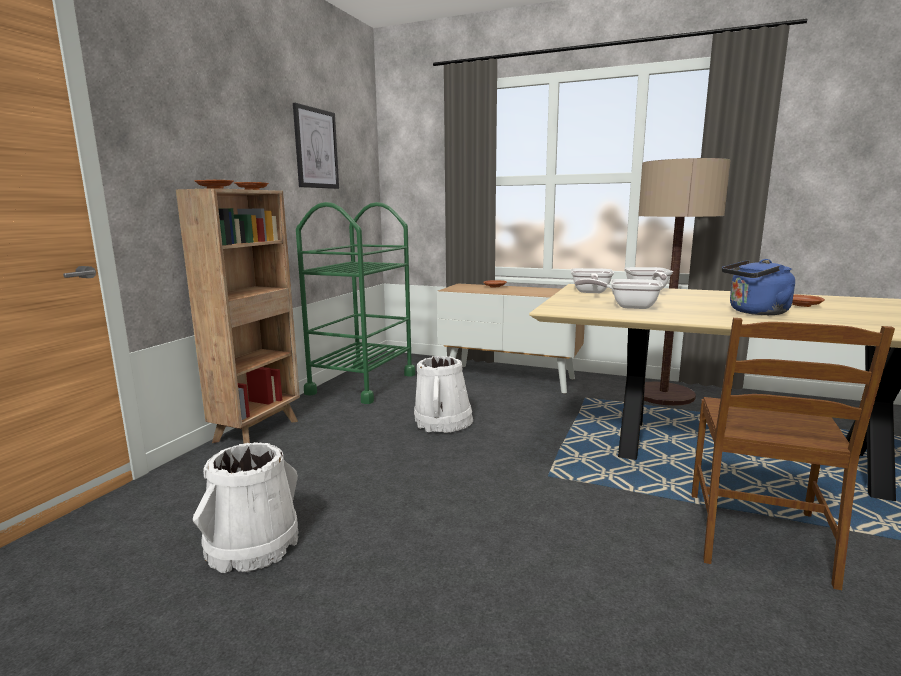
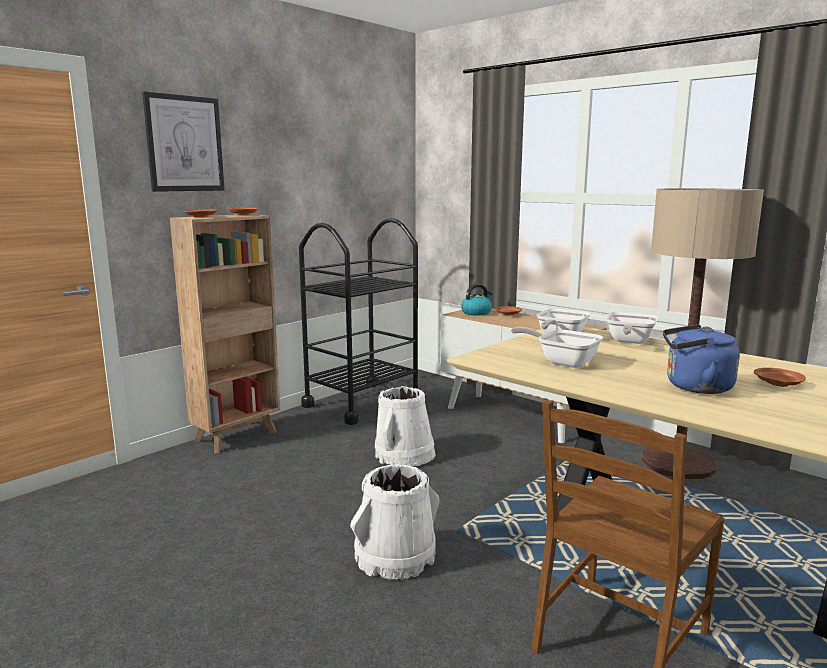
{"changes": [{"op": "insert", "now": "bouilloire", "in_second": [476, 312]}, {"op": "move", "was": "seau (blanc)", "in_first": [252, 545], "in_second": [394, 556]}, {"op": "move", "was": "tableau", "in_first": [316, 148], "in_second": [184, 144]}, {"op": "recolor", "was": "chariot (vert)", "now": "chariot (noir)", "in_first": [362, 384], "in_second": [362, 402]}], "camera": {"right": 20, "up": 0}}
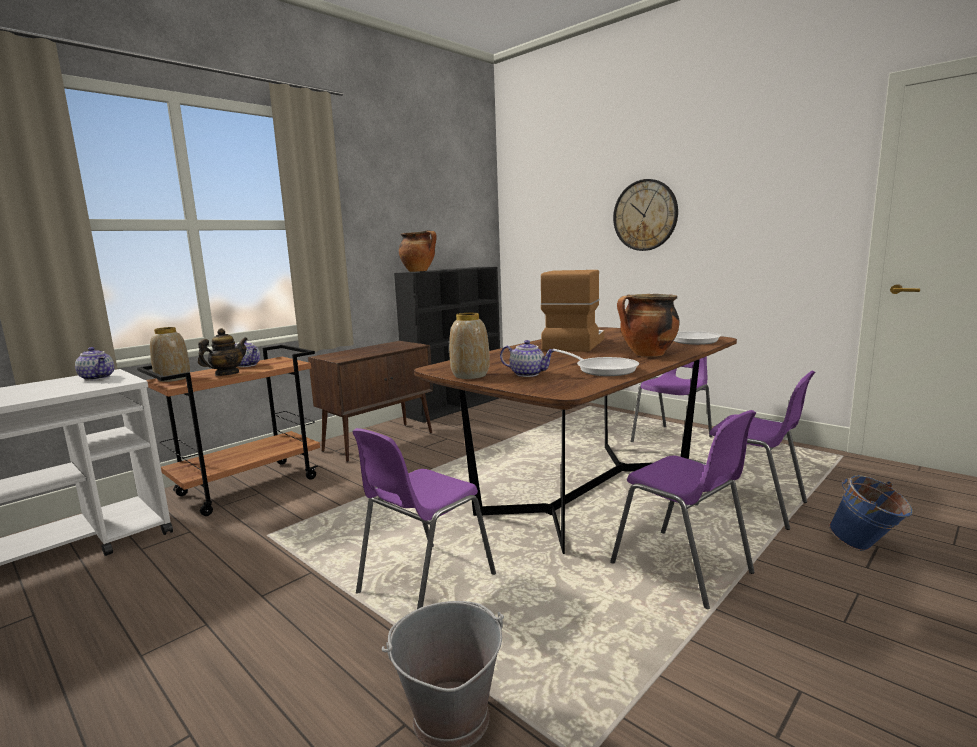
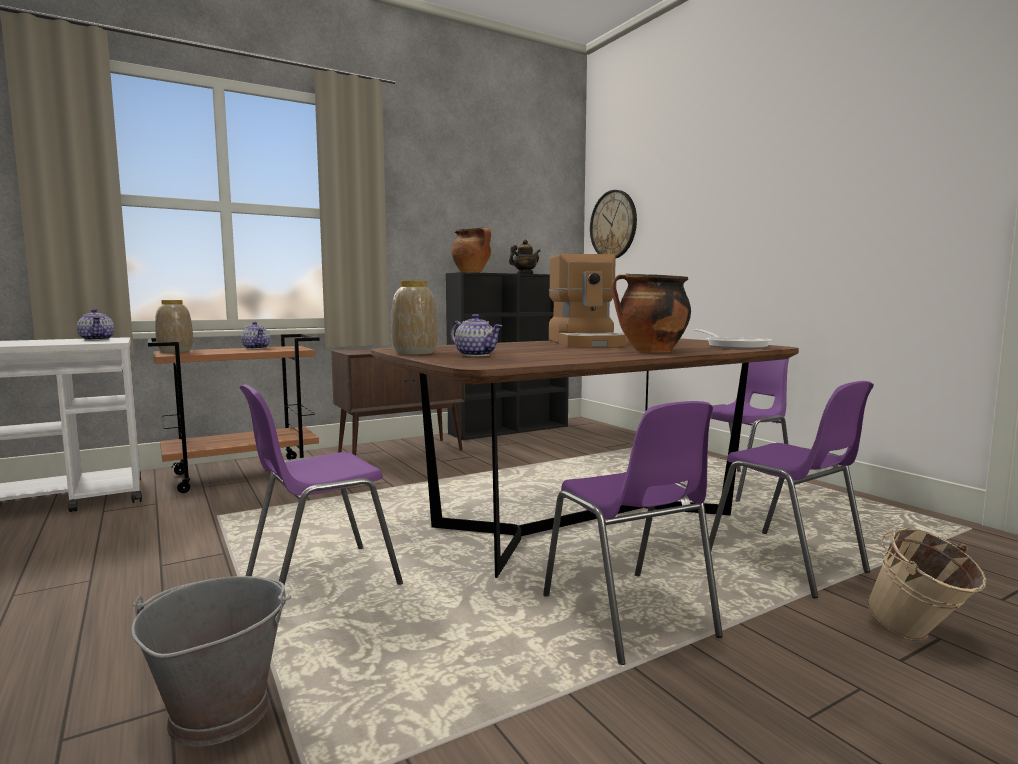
{"changes": [{"op": "delete", "was": "poêle", "in_first": [602, 369]}, {"op": "move", "was": "théière", "in_first": [227, 374], "in_second": [524, 274]}, {"op": "move", "was": "horloge murale", "in_first": [645, 215], "in_second": [613, 225]}, {"op": "recolor", "was": "seau (bleu)", "now": "seau (beige)", "in_first": [866, 548], "in_second": [918, 637]}, {"op": "rotate", "was": "machine à café", "in_first": [573, 344], "in_second": [586, 343], "clockwise": 135}], "camera": {"right": 15, "up": -5}}
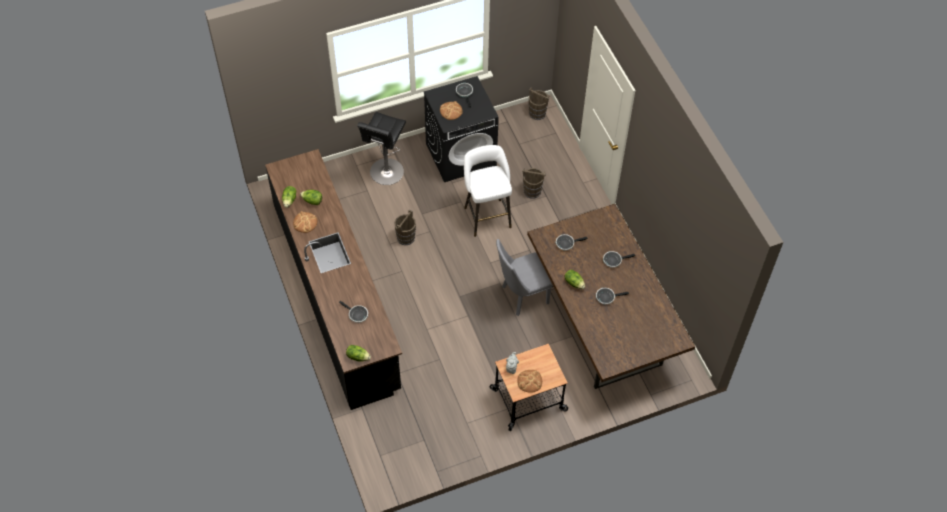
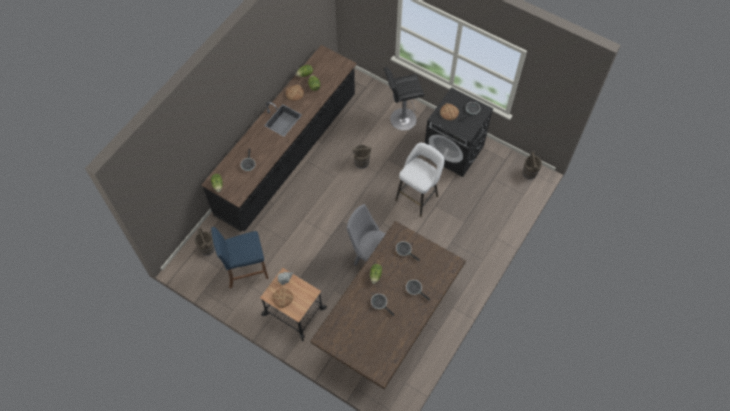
{"changes": [{"op": "insert", "now": "tabouret (bleu)", "in_second": [246, 270]}, {"op": "move", "was": "seau (marron)", "in_first": [532, 191], "in_second": [207, 248]}], "camera": {"right": 55, "up": 5}}
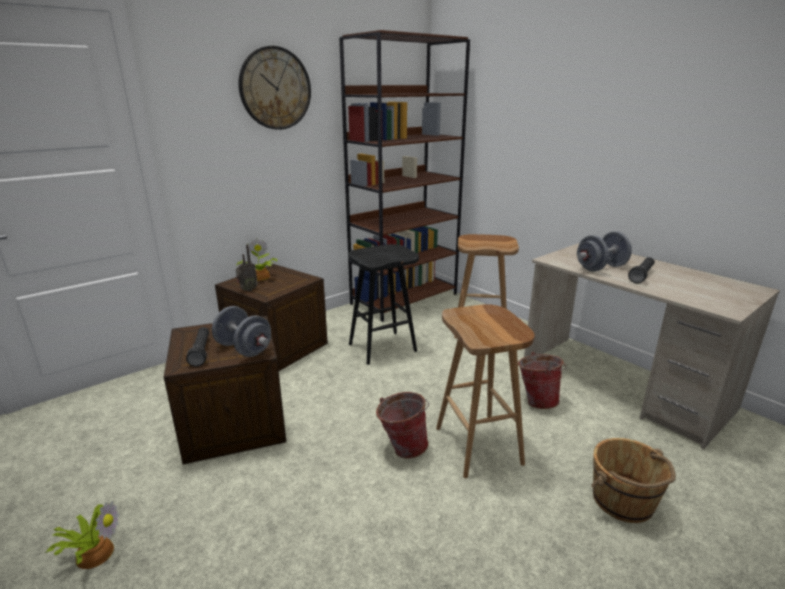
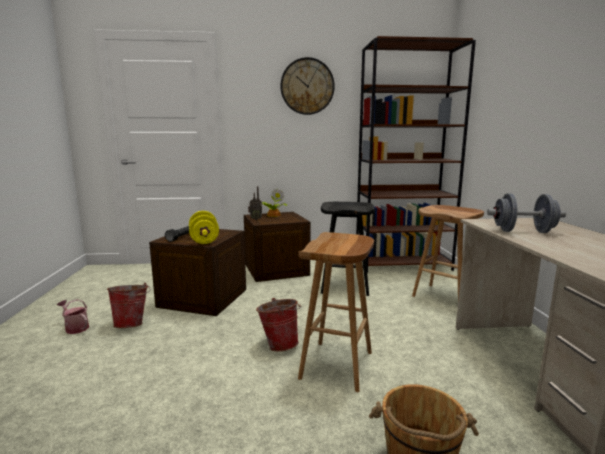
{"changes": [{"op": "delete", "was": "lampe de poche (noir)", "in_first": [641, 275]}, {"op": "move", "was": "seau", "in_first": [537, 400], "in_second": [132, 324]}, {"op": "replace", "was": "plante en pot", "now": "arrosoir", "in_first": [94, 552], "in_second": [75, 327]}, {"op": "recolor", "was": "haltère (gris)", "now": "haltère (jaune)", "in_first": [244, 349], "in_second": [204, 240]}], "camera": {"right": 35, "up": -10}}
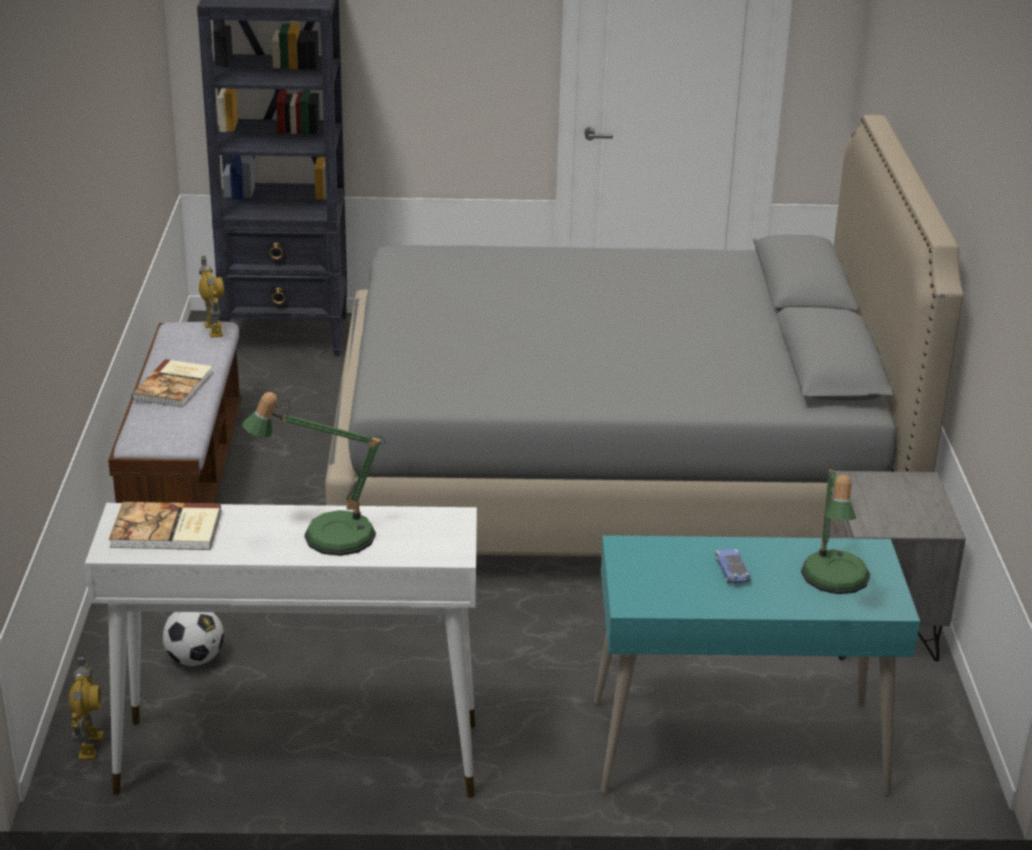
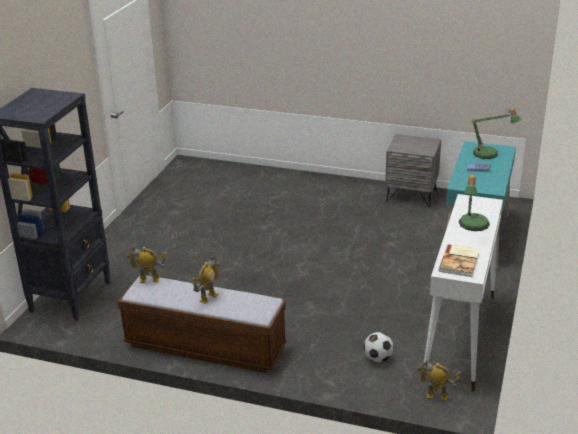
{"changes": [{"op": "delete", "was": "lit (gris)", "in_first": [611, 473]}, {"op": "replace", "was": "livre", "now": "robot jouet", "in_first": [175, 386], "in_second": [208, 297]}], "camera": {"right": -70, "up": 0}}
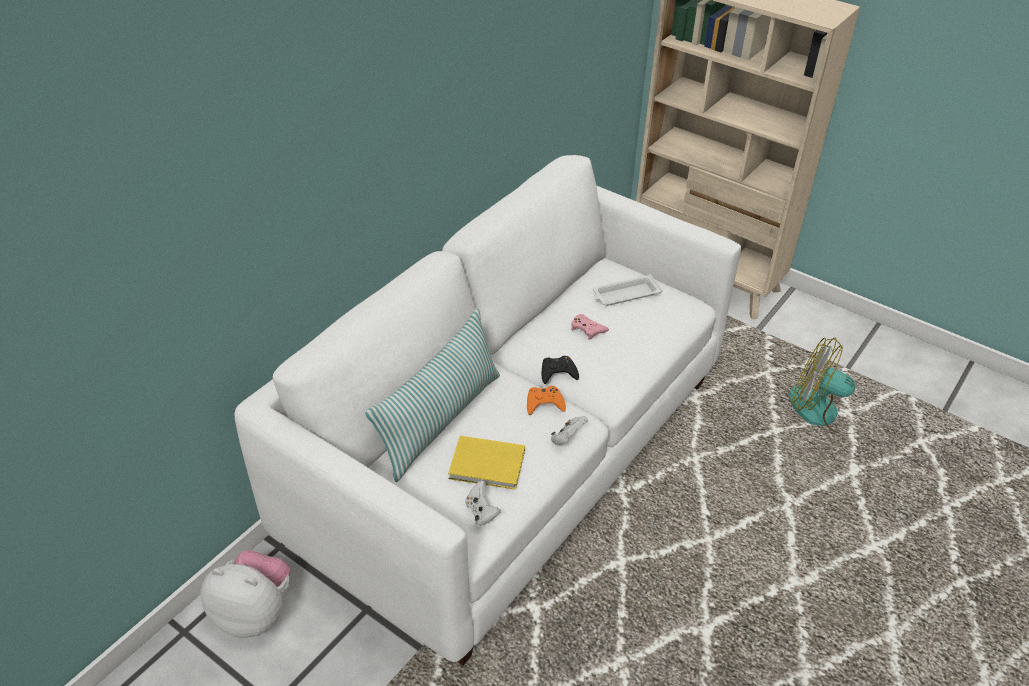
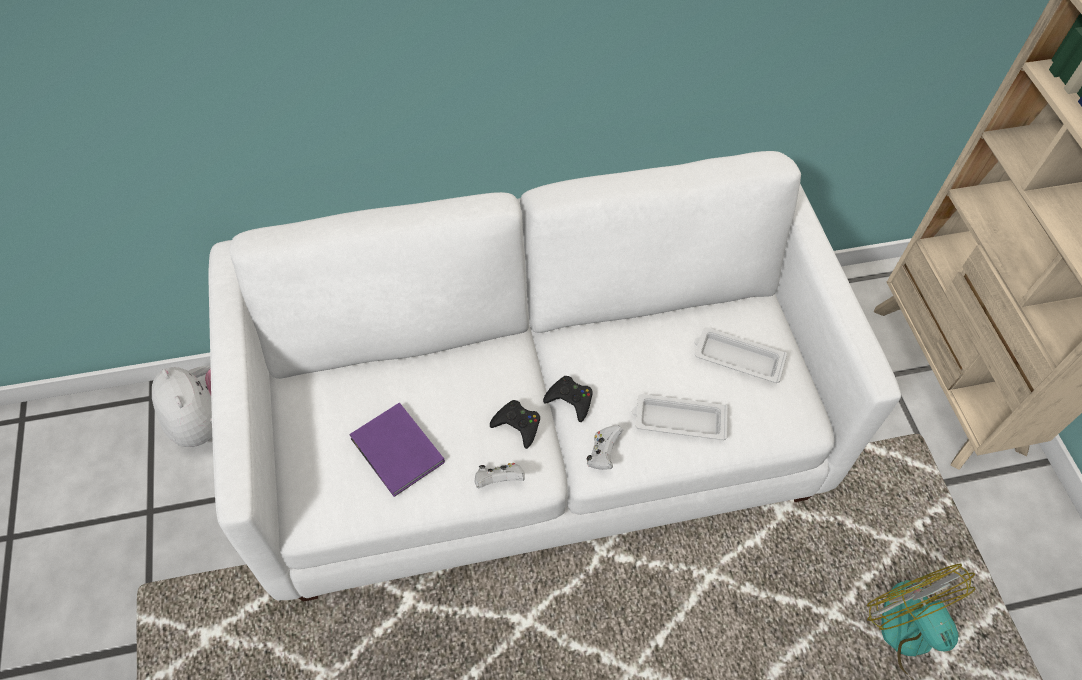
{"changes": [{"op": "delete", "was": "coussin", "in_first": [440, 420]}, {"op": "delete", "was": "manette (rose)", "in_first": [587, 329]}, {"op": "insert", "now": "plateau (blanc)", "in_second": [678, 420]}, {"op": "move", "was": "manette (blanc)", "in_first": [481, 512], "in_second": [602, 454]}, {"op": "recolor", "was": "livre (jaune)", "now": "livre (violet)", "in_first": [489, 466], "in_second": [397, 453]}, {"op": "recolor", "was": "manette (orange)", "now": "manette (noir)", "in_first": [544, 403], "in_second": [517, 425]}], "camera": {"right": 40, "up": 15}}
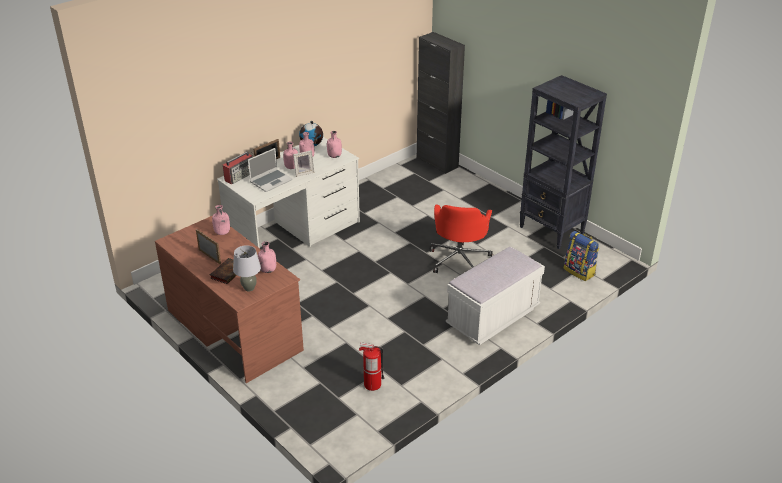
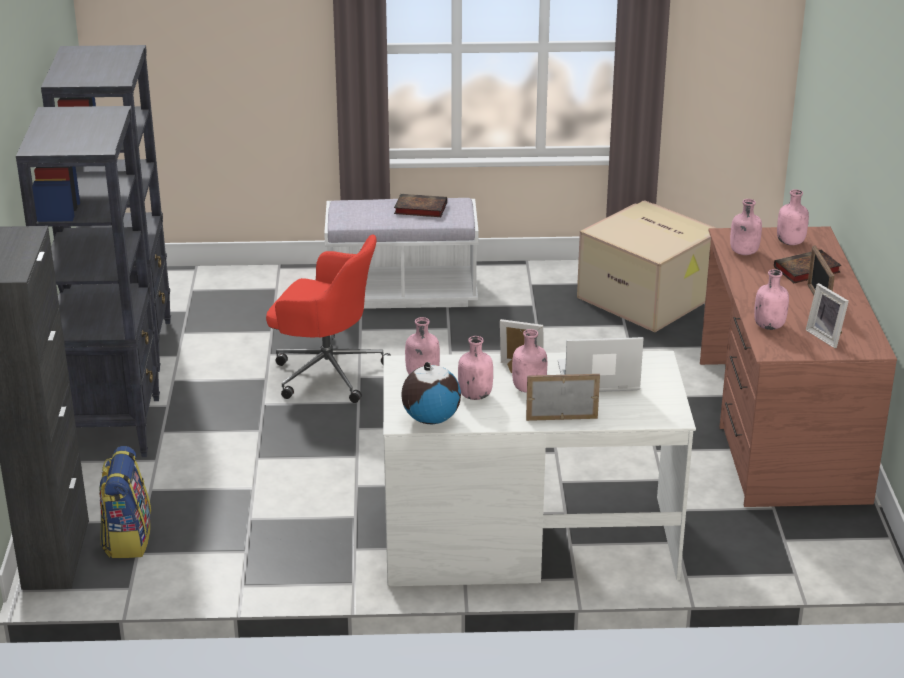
{"changes": [{"op": "delete", "was": "radio", "in_first": [240, 176]}, {"op": "insert", "now": "bibliothèque (noir)", "in_second": [112, 427]}, {"op": "insert", "now": "livre", "in_second": [419, 209]}, {"op": "insert", "now": "cadre photo", "in_second": [826, 337]}, {"op": "move", "was": "sac à dos", "in_first": [579, 271], "in_second": [127, 539]}, {"op": "replace", "was": "lampe de table (gris)", "now": "bouteille (rose)", "in_first": [249, 288], "in_second": [791, 242]}, {"op": "replace", "was": "extincteur", "now": "carton", "in_first": [372, 384], "in_second": [648, 297]}, {"op": "rotate", "was": "chaise de bureau (rouge)", "in_first": [459, 259], "in_second": [326, 371], "clockwise": 60}], "camera": {"right": -140, "up": -5}}
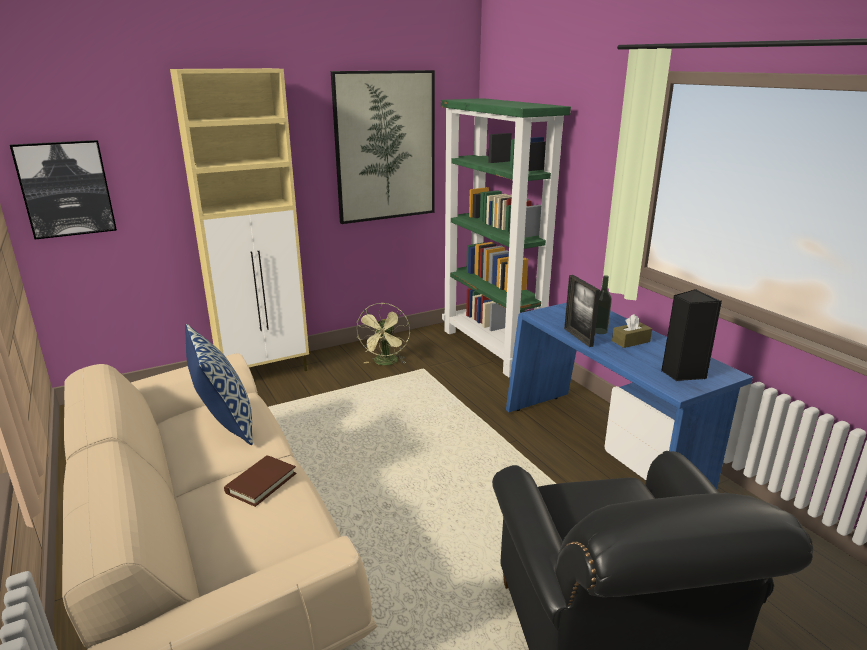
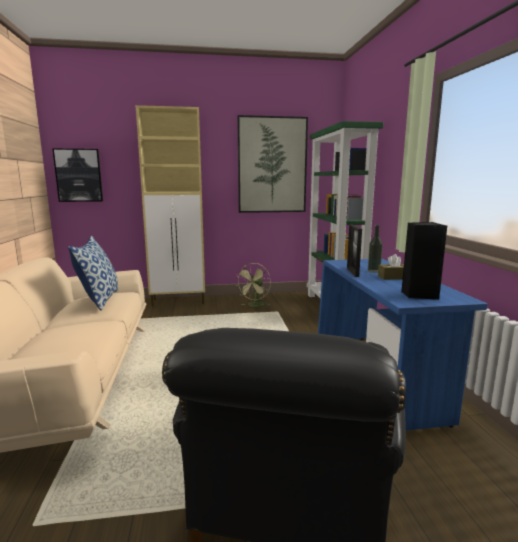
{"changes": [{"op": "delete", "was": "livre (marron)", "in_first": [261, 483]}], "camera": {"right": 20, "up": -10}}
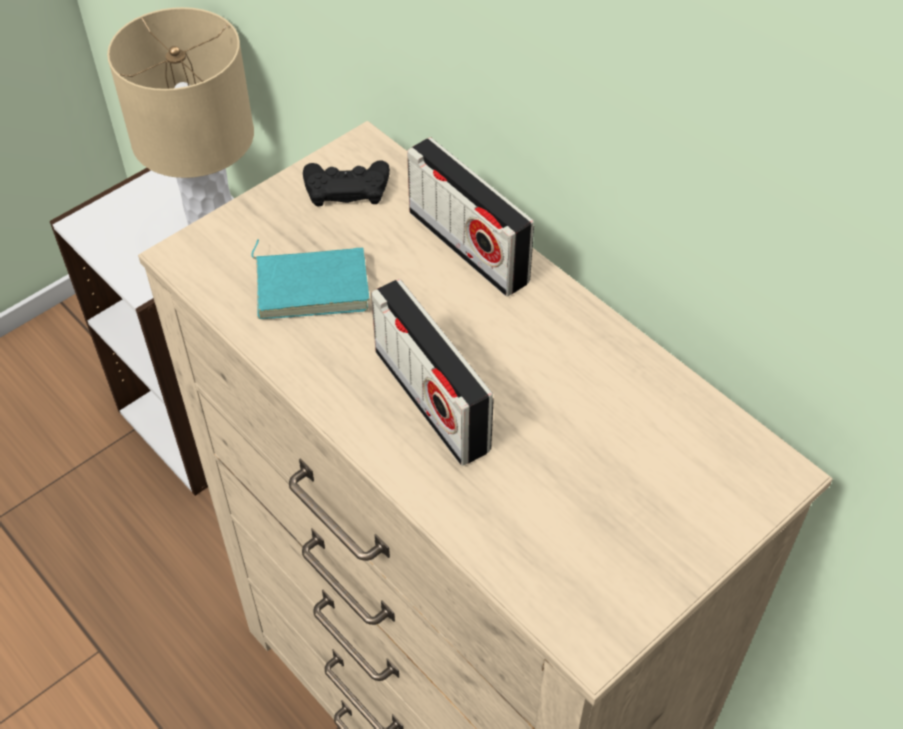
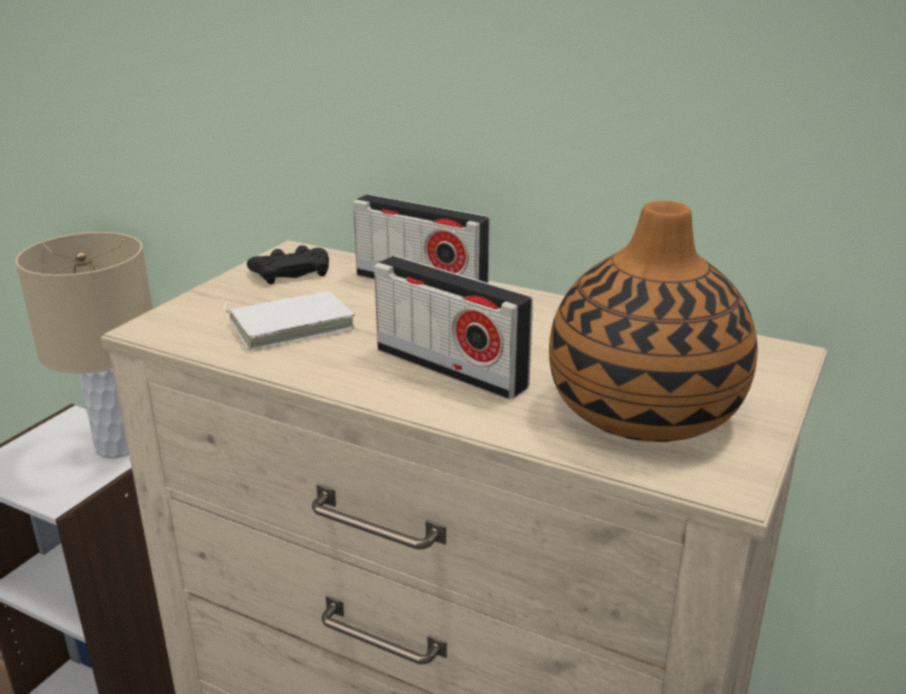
{"changes": [{"op": "insert", "now": "vase", "in_second": [643, 410]}, {"op": "recolor", "was": "livre (turquoise)", "now": "livre (blanc)", "in_first": [312, 284], "in_second": [291, 324]}], "camera": {"right": -20, "up": -25}}
